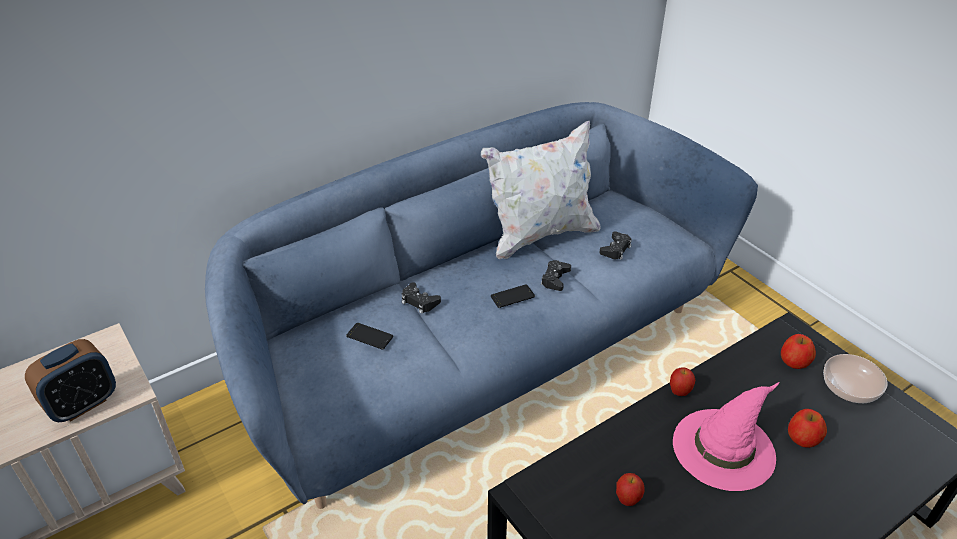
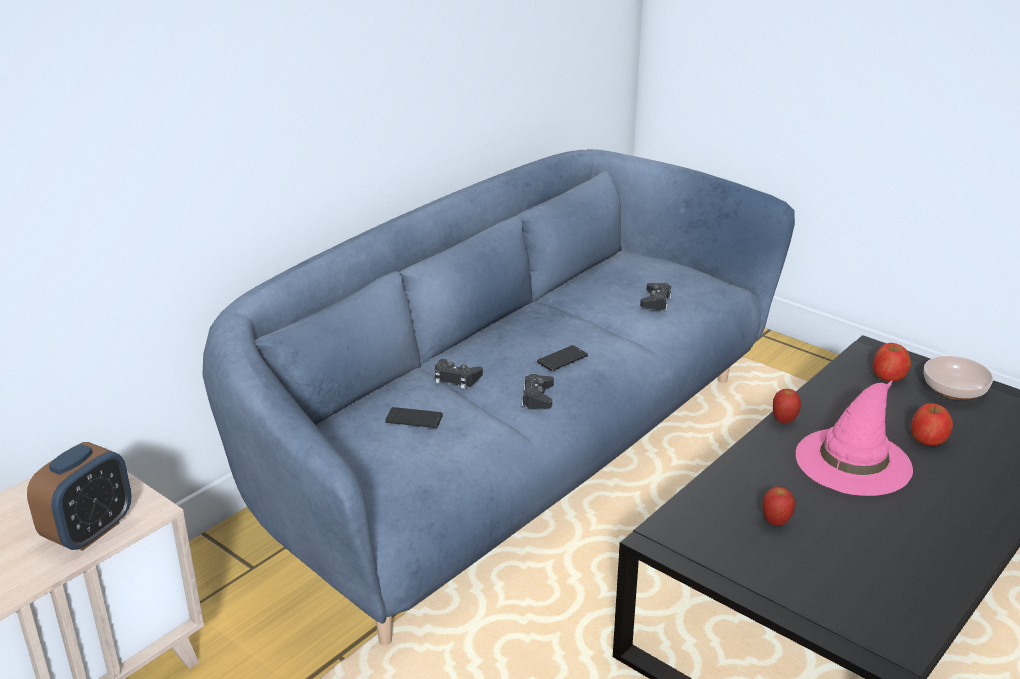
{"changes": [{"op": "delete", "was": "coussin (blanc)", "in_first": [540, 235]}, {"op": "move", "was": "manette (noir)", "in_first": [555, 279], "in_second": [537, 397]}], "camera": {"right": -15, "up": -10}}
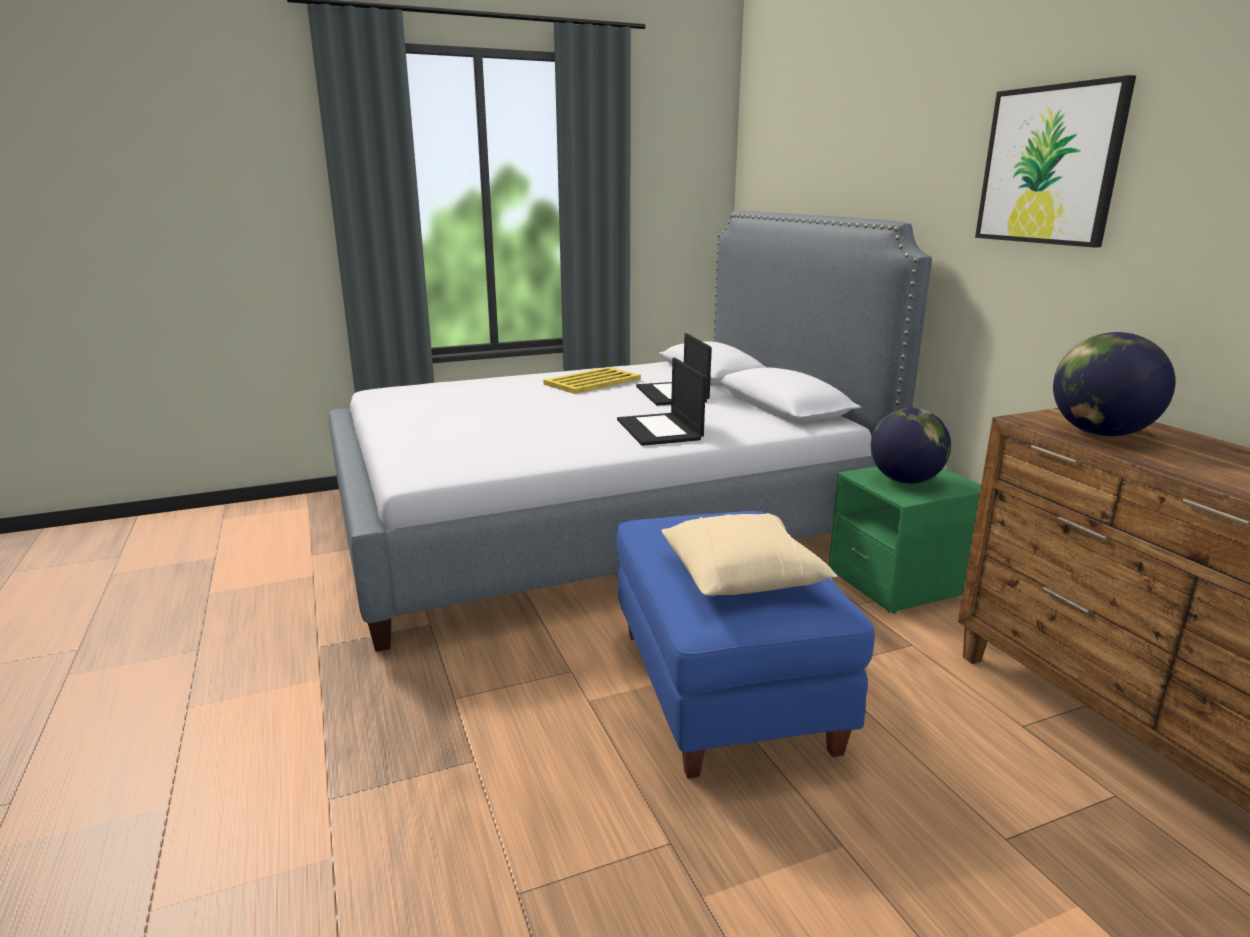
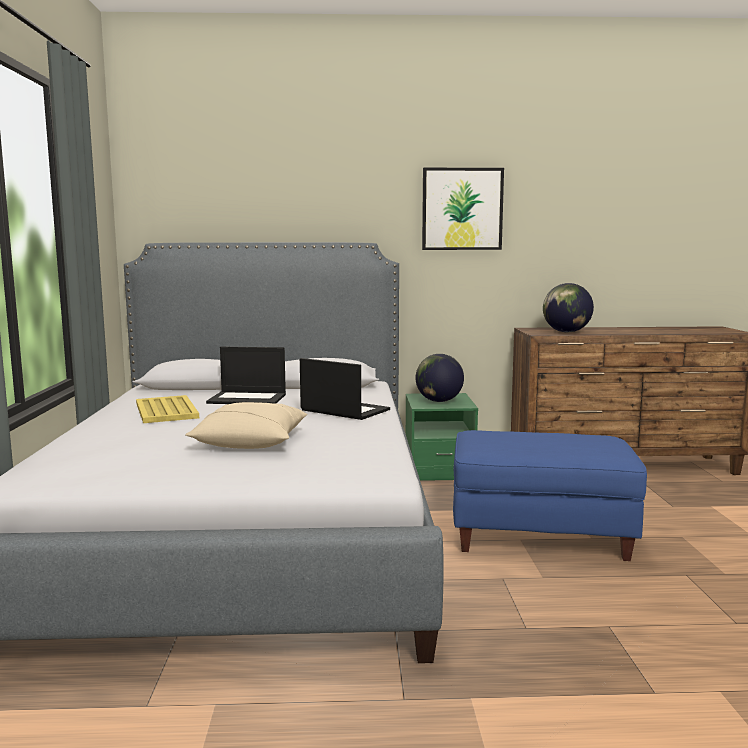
{"changes": [{"op": "move", "was": "coussin (beige)", "in_first": [742, 576], "in_second": [251, 442]}, {"op": "rotate", "was": "ordinateur portable", "in_first": [660, 430], "in_second": [343, 410], "clockwise": -150}], "camera": {"right": -70, "up": -10}}
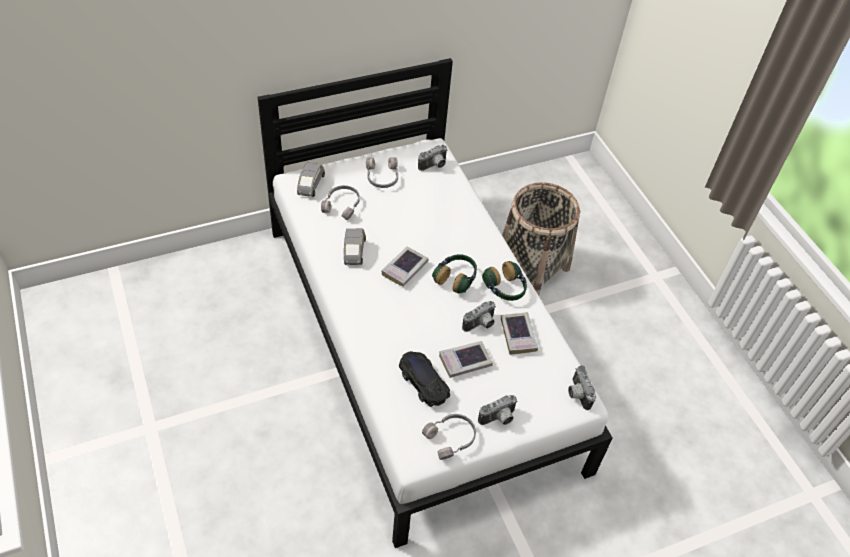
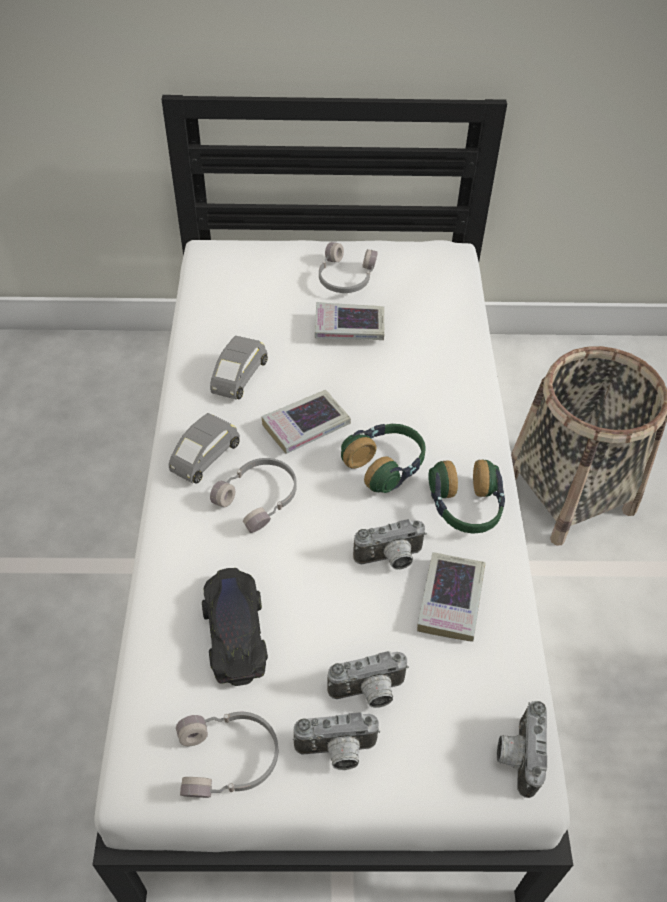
{"changes": [{"op": "move", "was": "petite voiture (gris)", "in_first": [310, 185], "in_second": [204, 458]}, {"op": "move", "was": "casque audio (gris)", "in_first": [342, 205], "in_second": [260, 498]}, {"op": "move", "was": "appareil photo", "in_first": [434, 166], "in_second": [368, 693]}, {"op": "move", "was": "livre", "in_first": [465, 361], "in_second": [349, 327]}], "camera": {"right": 25, "up": 0}}
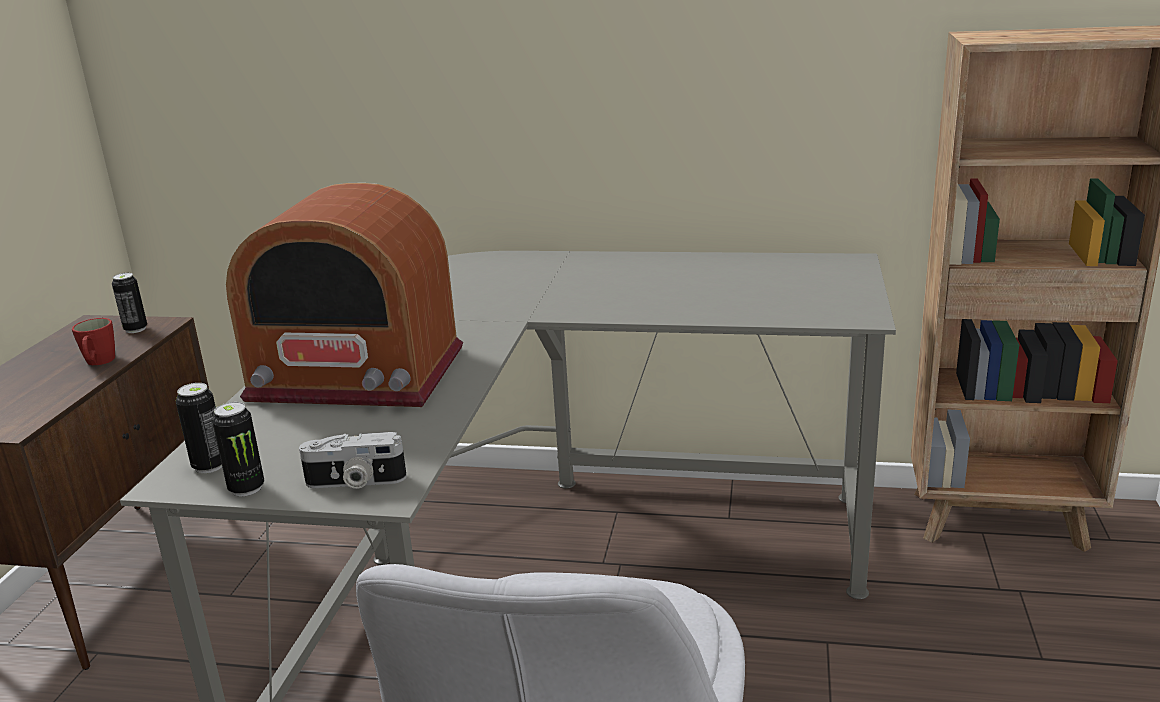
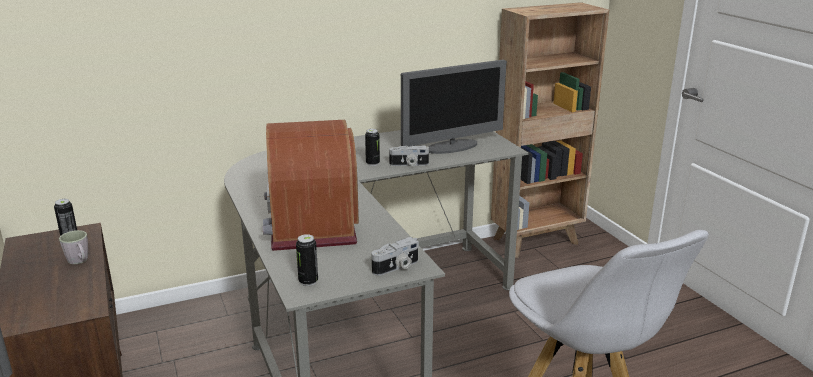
{"changes": [{"op": "insert", "now": "appareil photo", "in_second": [409, 164]}, {"op": "insert", "now": "écran d'ordinateur", "in_second": [452, 147]}, {"op": "move", "was": "boîte métallique", "in_first": [246, 488], "in_second": [372, 163]}, {"op": "recolor", "was": "mug (rouge)", "now": "mug (gris)", "in_first": [99, 362], "in_second": [79, 261]}, {"op": "rotate", "was": "radio", "in_first": [357, 374], "in_second": [311, 223], "clockwise": 105}], "camera": {"right": -35, "up": 0}}
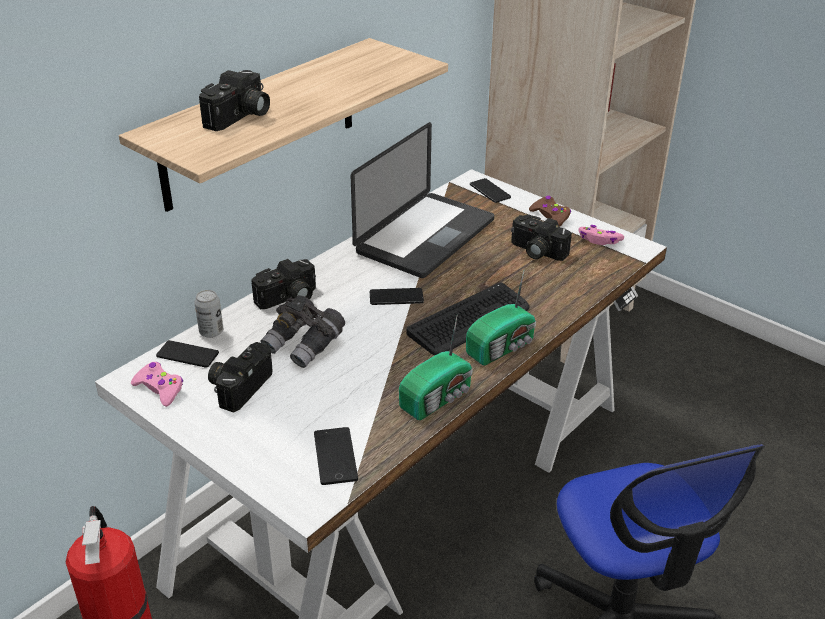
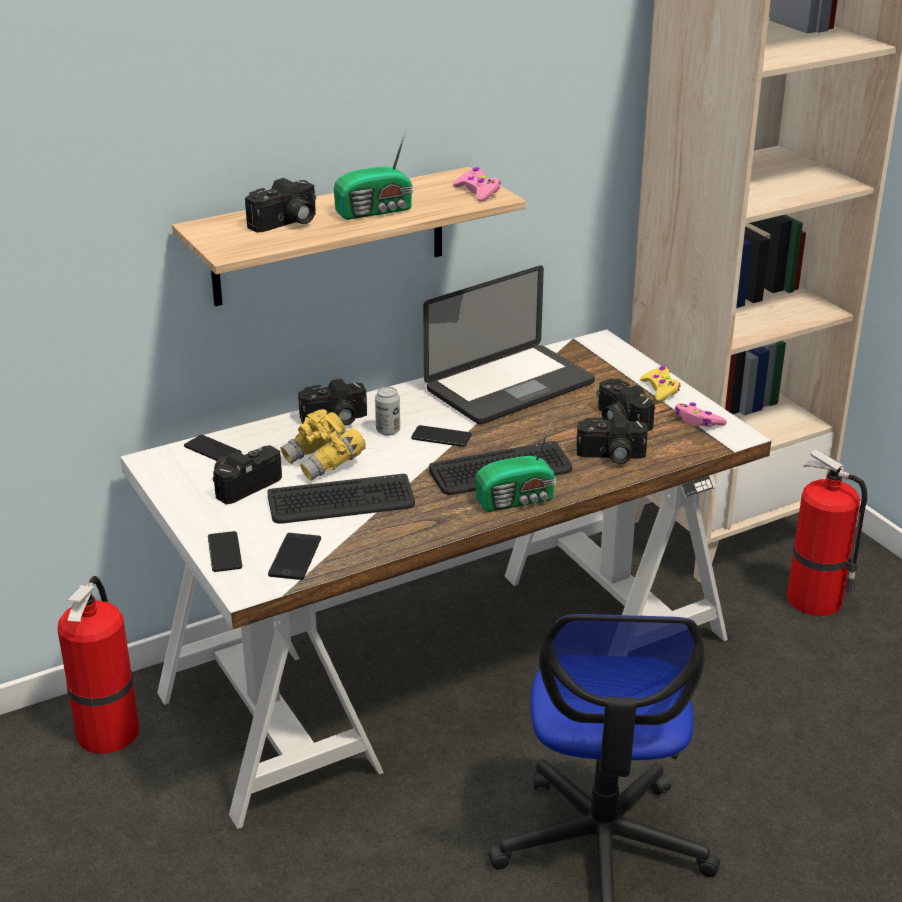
{"changes": [{"op": "insert", "now": "clavier", "in_second": [341, 501]}, {"op": "insert", "now": "appareil photo", "in_second": [610, 456]}, {"op": "insert", "now": "extincteur", "in_second": [817, 600]}, {"op": "move", "was": "manette (rose)", "in_first": [159, 389], "in_second": [478, 192]}, {"op": "move", "was": "boîte métallique", "in_first": [211, 332], "in_second": [388, 431]}, {"op": "move", "was": "radio", "in_first": [438, 398], "in_second": [376, 211]}, {"op": "move", "was": "téléphone", "in_first": [490, 191], "in_second": [224, 552]}, {"op": "recolor", "was": "jumelles (gris)", "now": "jumelles (jaune)", "in_first": [304, 345], "in_second": [324, 462]}, {"op": "recolor", "was": "manette (marron)", "now": "manette (jaune)", "in_first": [550, 216], "in_second": [660, 389]}], "camera": {"right": 20, "up": -5}}
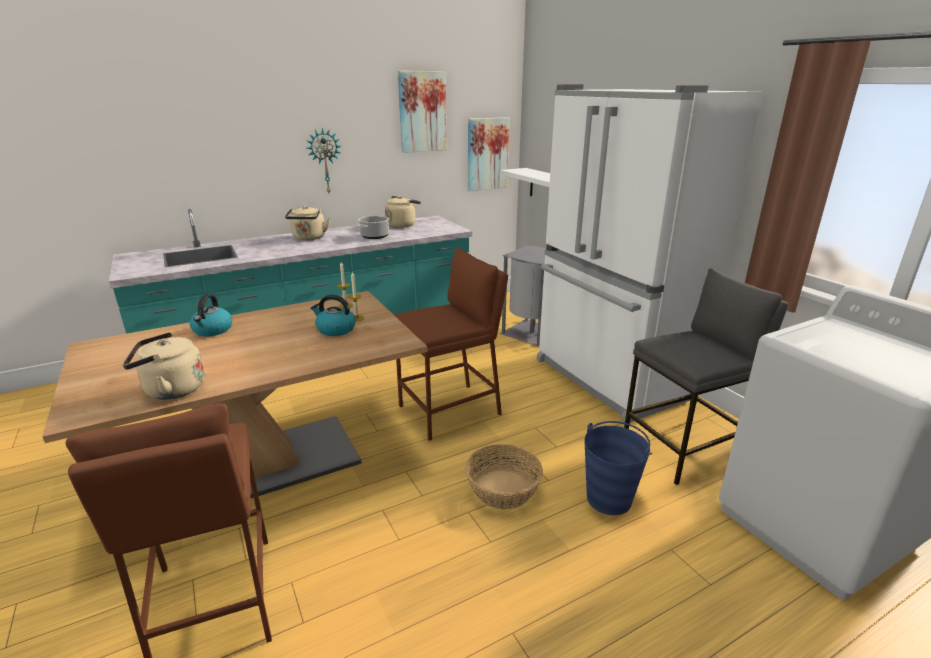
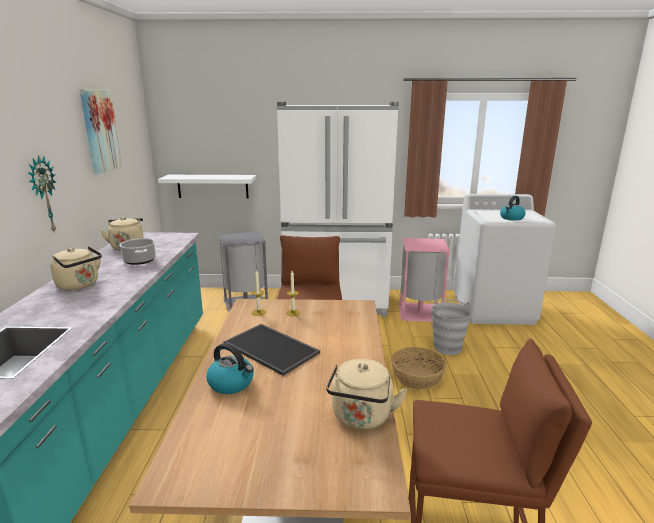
{"changes": [{"op": "delete", "was": "tableau", "in_first": [487, 154]}, {"op": "insert", "now": "plateau", "in_second": [272, 348]}, {"op": "move", "was": "bouilloire", "in_first": [335, 329], "in_second": [511, 218]}, {"op": "replace", "was": "tabouret (gris)", "now": "poubelle (rose)", "in_first": [684, 449], "in_second": [421, 312]}, {"op": "recolor", "was": "seau (bleu)", "now": "seau (gris)", "in_first": [609, 499], "in_second": [447, 347]}], "camera": {"right": -60, "up": -5}}
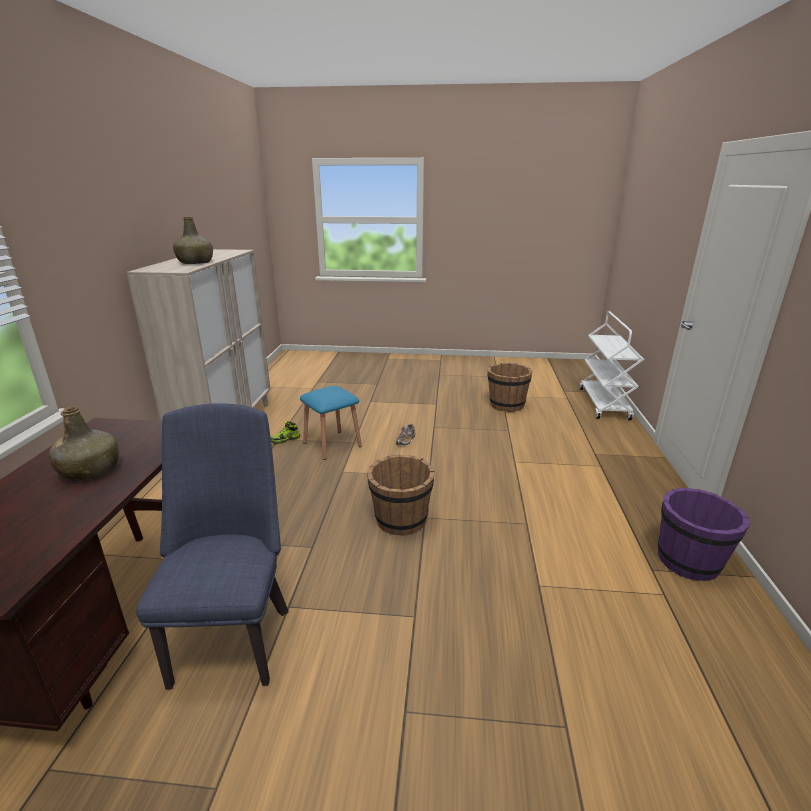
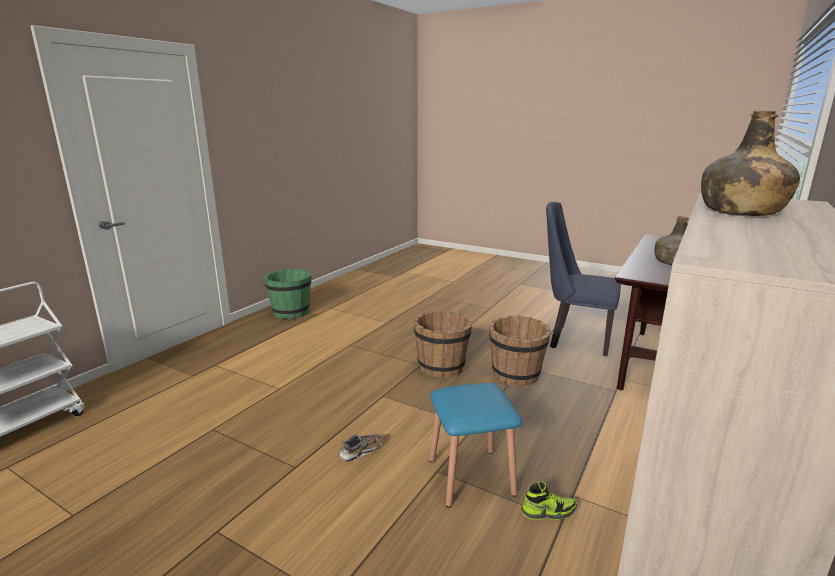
{"changes": [{"op": "move", "was": "seau (marron)", "in_first": [506, 405], "in_second": [516, 375]}, {"op": "recolor", "was": "seau (violet)", "now": "seau (vert)", "in_first": [689, 561], "in_second": [291, 313]}, {"op": "rotate", "was": "chaise (bleu)", "in_first": [233, 636], "in_second": [574, 339], "clockwise": 90}], "camera": {"right": -155, "up": -5}}
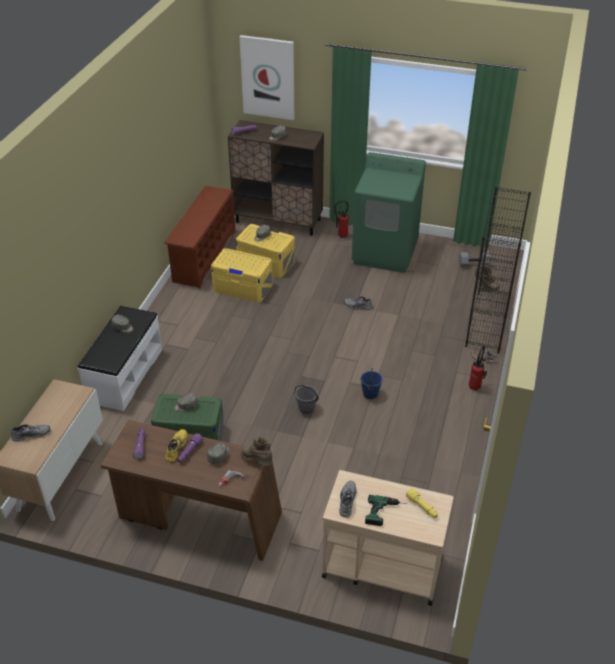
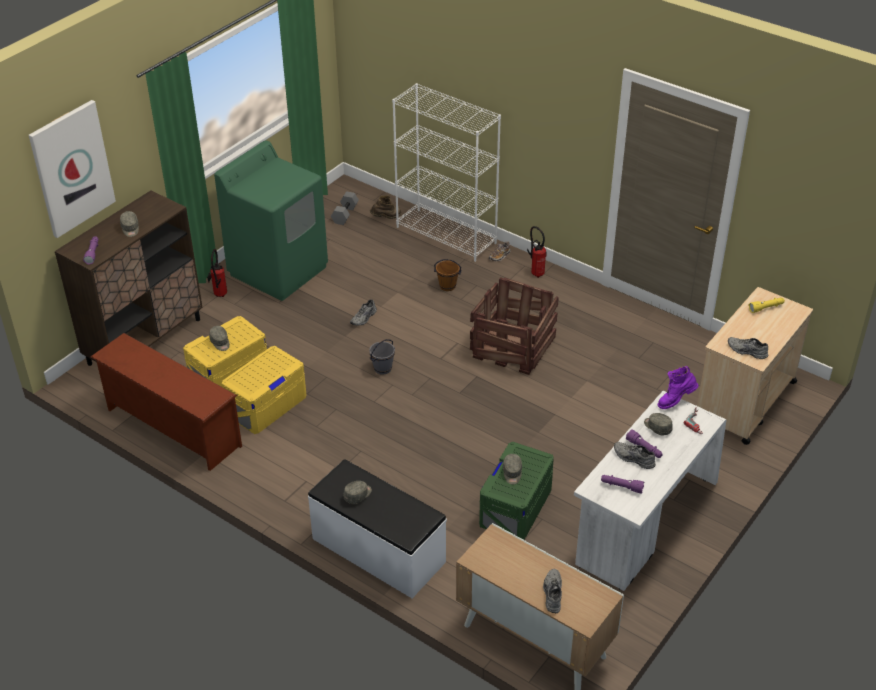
{"changes": [{"op": "delete", "was": "perceuse", "in_first": [385, 513]}, {"op": "insert", "now": "seau (marron)", "in_second": [447, 286]}, {"op": "move", "was": "seau (gris)", "in_first": [306, 408], "in_second": [382, 368]}, {"op": "replace", "was": "seau (bleu)", "now": "caisse", "in_first": [370, 394], "in_second": [513, 347]}, {"op": "recolor", "was": "bureau (marron)", "now": "bureau (blanc)", "in_first": [198, 518], "in_second": [644, 522]}, {"op": "recolor", "was": "chaussure (jaune)", "now": "chaussure (gris)", "in_first": [175, 447], "in_second": [633, 459]}, {"op": "recolor", "was": "botte (marron)", "now": "botte (violet)", "in_first": [258, 462], "in_second": [675, 400]}, {"op": "recolor", "was": "bibliothèque (noir)", "now": "bibliothèque (blanc)", "in_first": [488, 323], "in_second": [447, 235]}], "camera": {"right": -70, "up": 0}}
